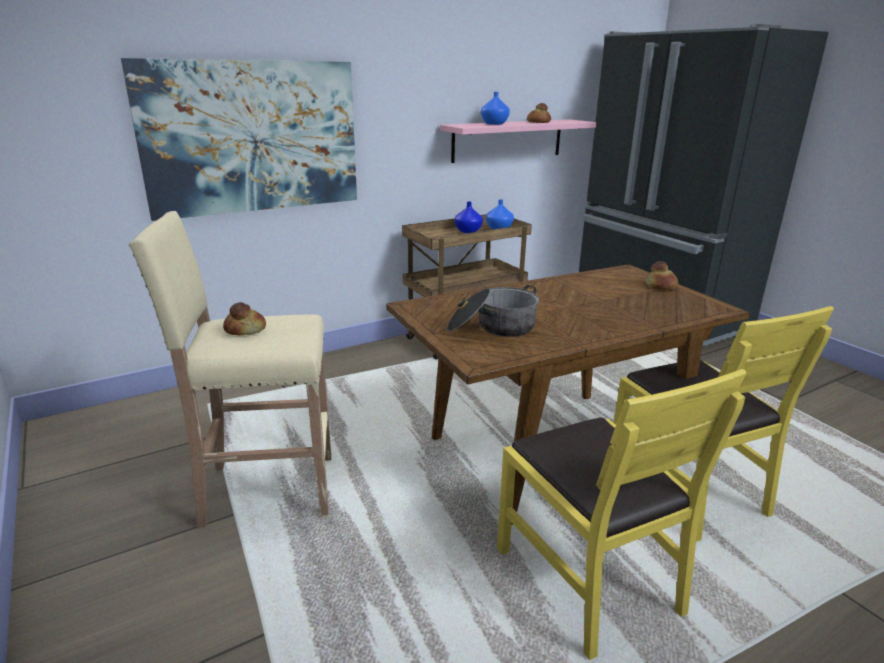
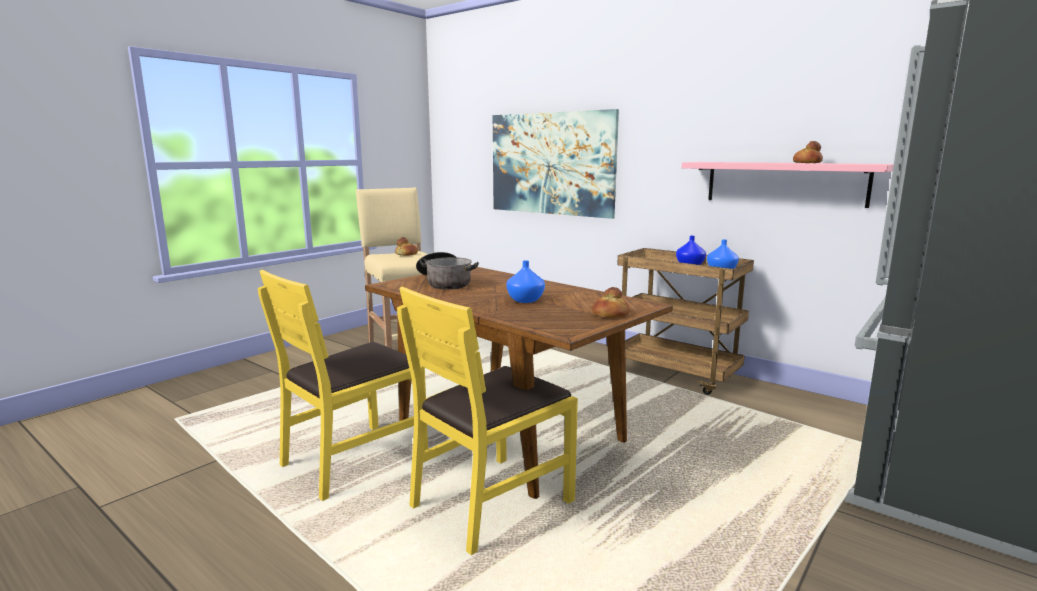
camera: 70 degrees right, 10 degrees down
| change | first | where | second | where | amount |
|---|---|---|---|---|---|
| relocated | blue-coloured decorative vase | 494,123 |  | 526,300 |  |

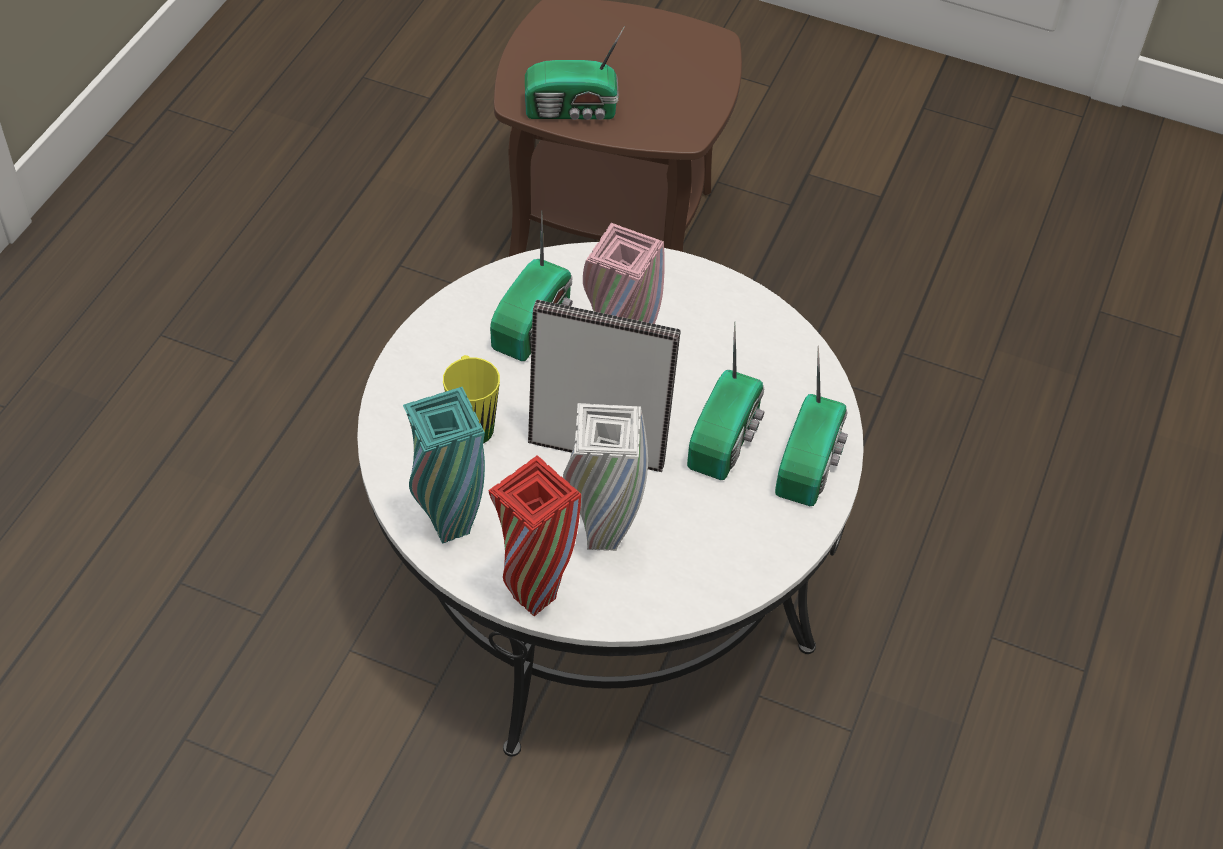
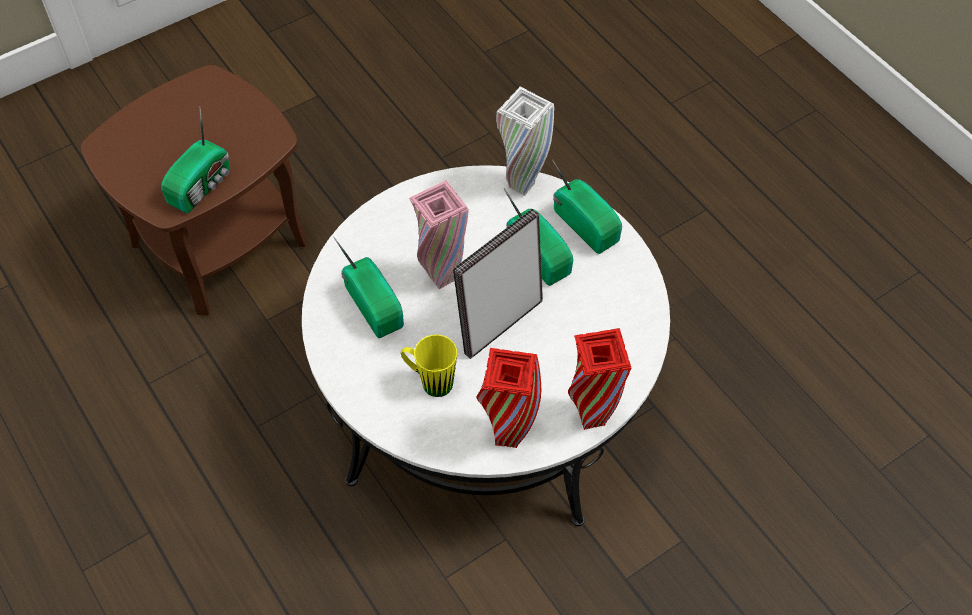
camera: 55 degrees left, 5 degrees up
| change | first | where | second | where | amount |
|---|---|---|---|---|---|
| relocated | white-coloured decorative vase | 601,538 |  | 521,185 |  |
| colour | turquoise decorative vase | 450,527 | reddish decorative vase | 507,436 |  |

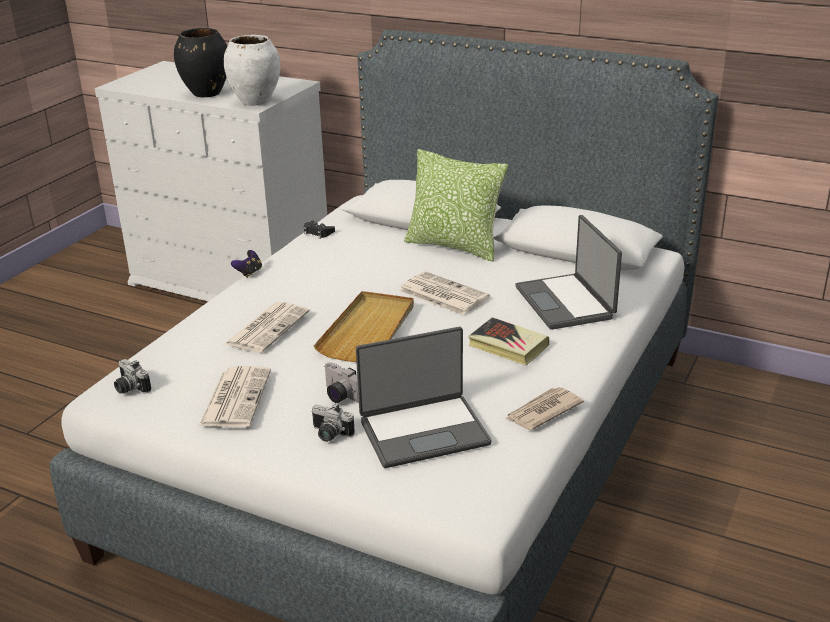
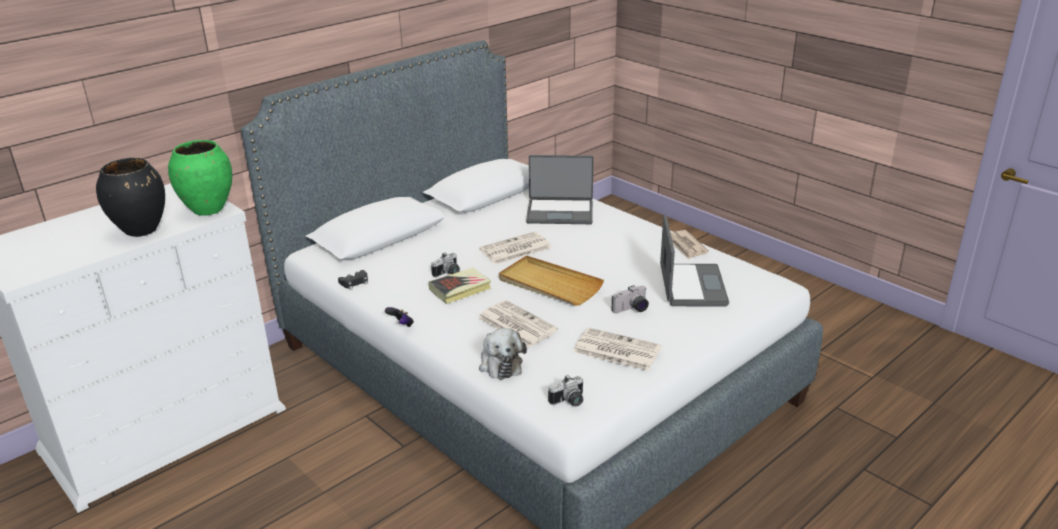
camera: 70 degrees left, 0 degrees up
| change | first | where | second | where | amount |
|---|---|---|---|---|---|
| missing | pillow | 454,246 |  |  |  |
| appeared |  |  | cuddly toy | 500,363 |  |
| relocated | still camera | 329,435 |  | 448,273 |  |
| relocated | book | 508,346 |  | 460,289 |  |
| colour | white-coloured decorative vase | 255,101 | greenish decorative vase | 207,209 |  |

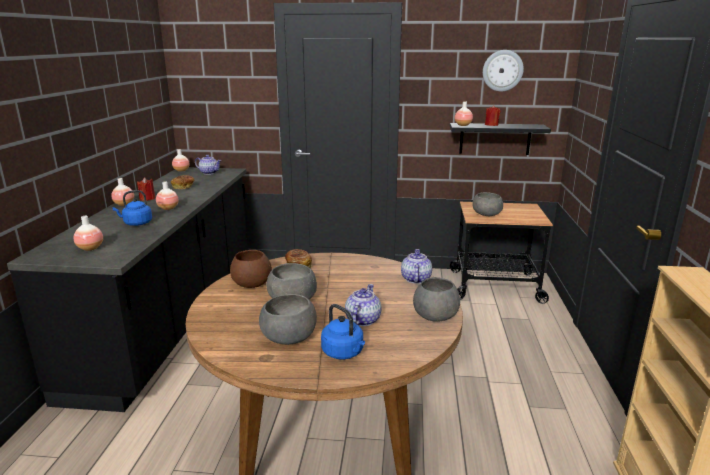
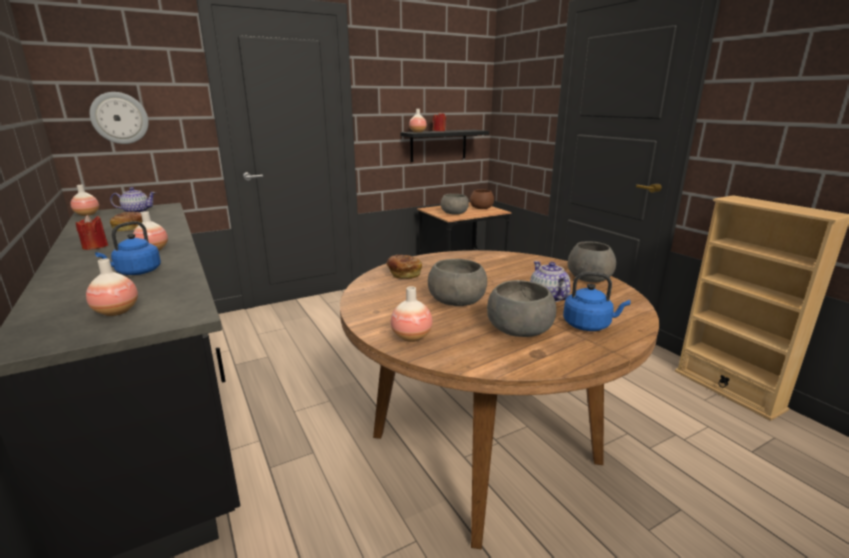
camera: 35 degrees left, 0 degrees up
| change | first | where | second | where | amount |
|---|---|---|---|---|---|
| missing | pot for tea | 415,279 |  |  |  |
| relocated | decorative vase | 124,204 |  | 411,337 |  |
| relocated | brownish deep dish | 252,283 |  | 482,208 |  |
| relocated | clock on the wall | 502,70 |  | 119,118 |  |

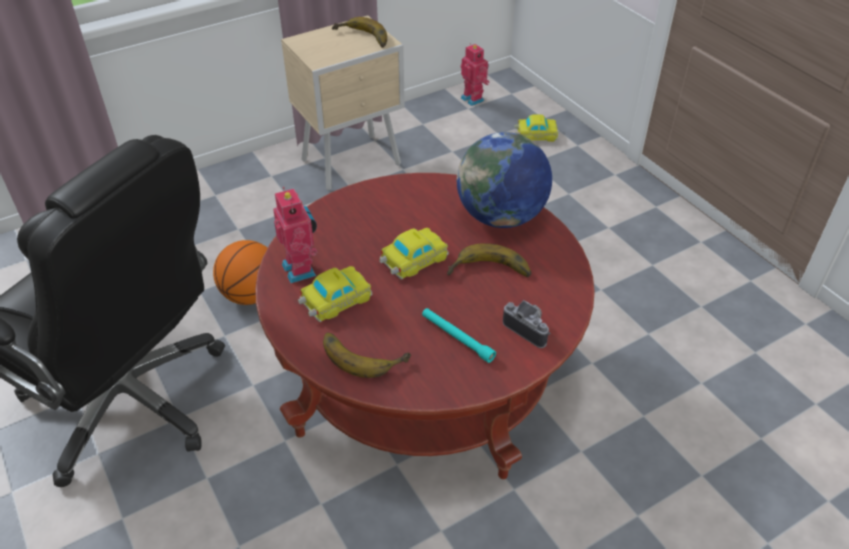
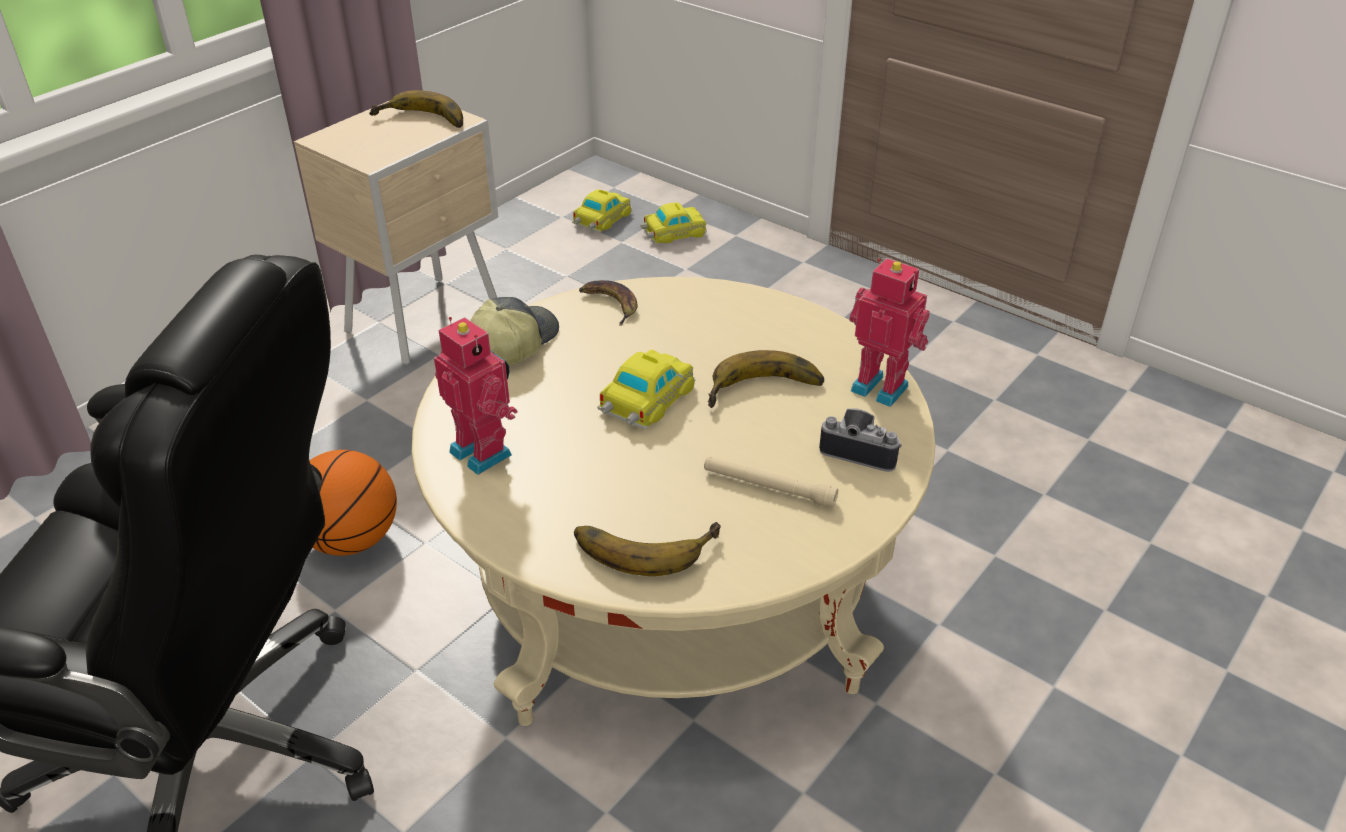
camera: 20 degrees left, 5 degrees down
| change | first | where | second | where | amount |
|---|---|---|---|---|---|
| missing | globe | 501,217 |  |  |  |
| appeared |  |  | peaked cap | 512,343 |  |
| appeared |  |  | banana | 610,304 |  |
| relocated | model car | 335,300 |  | 601,219 |  |
| relocated | robot figure | 473,99 |  | 881,386 |  |
| colour | reddish coffee table | 424,374 | sand-coloured coffee table | 672,582 |  |
| colour | turquoise flashlight | 457,338 | sand-coloured flashlight | 768,488 |  |

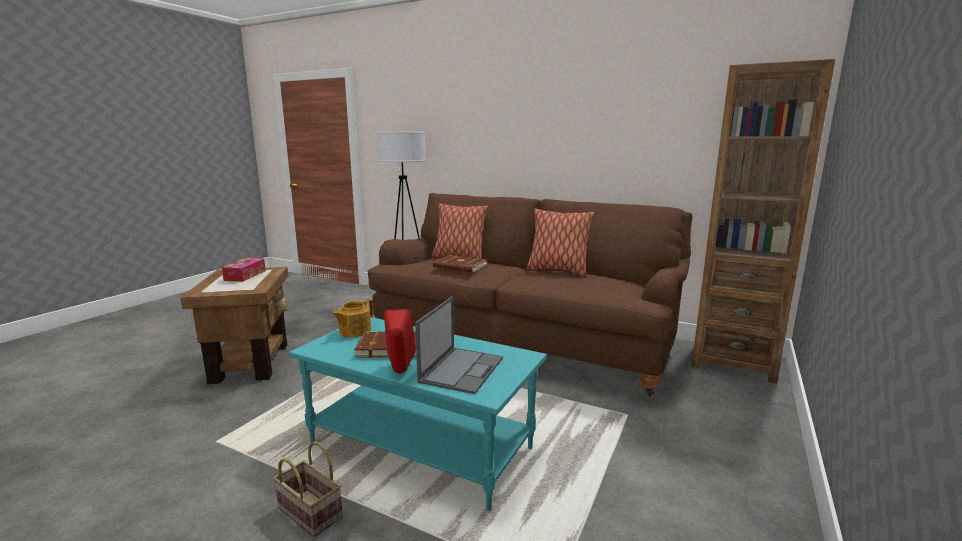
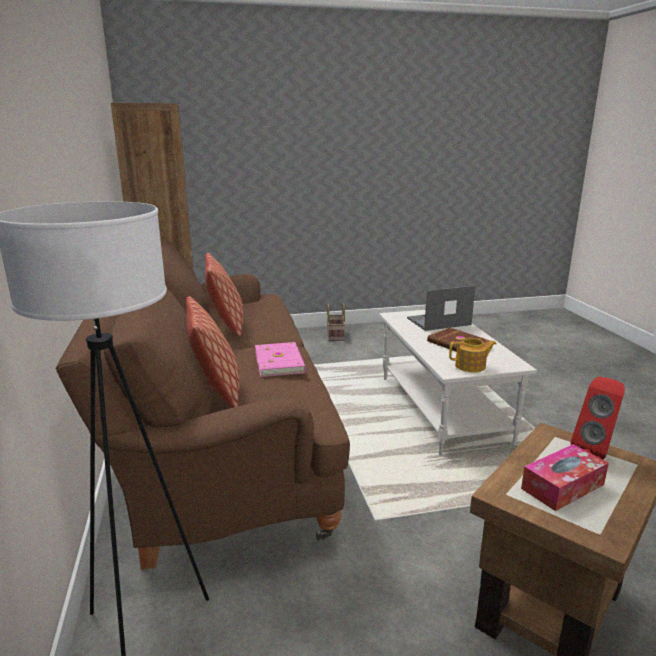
camera: 130 degrees left, 5 degrees up
| change | first | where | second | where | amount |
|---|---|---|---|---|---|
| relocated | household basket | 308,513 |  | 336,335 |  |
| relocated | reddish speaker | 400,372 |  | 595,452 |  |
| colour | turquoise coffee table | 422,445 | white-coloured coffee table | 440,409 |  |
| colour | brownish book | 460,266 | pink book | 280,362 |  |

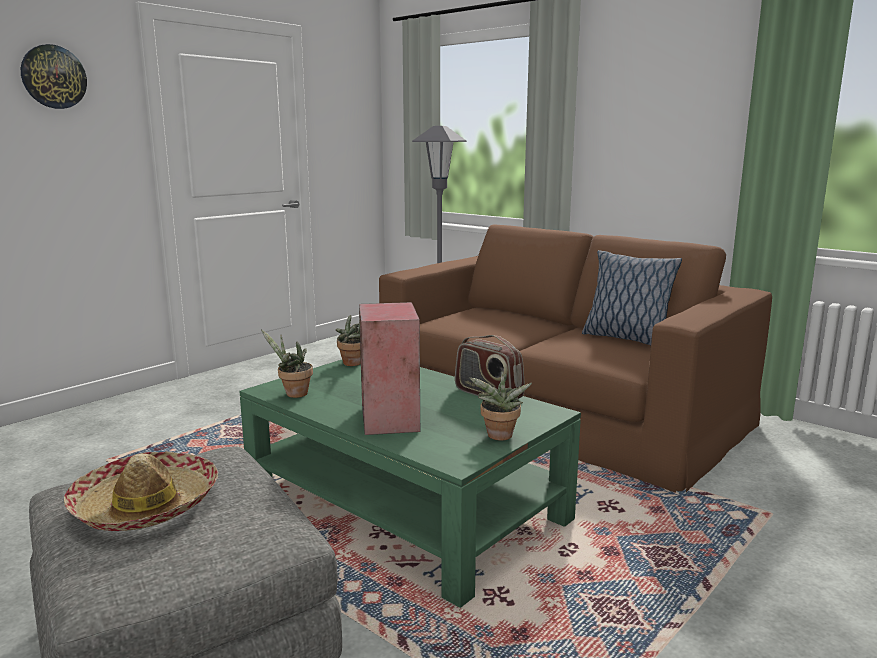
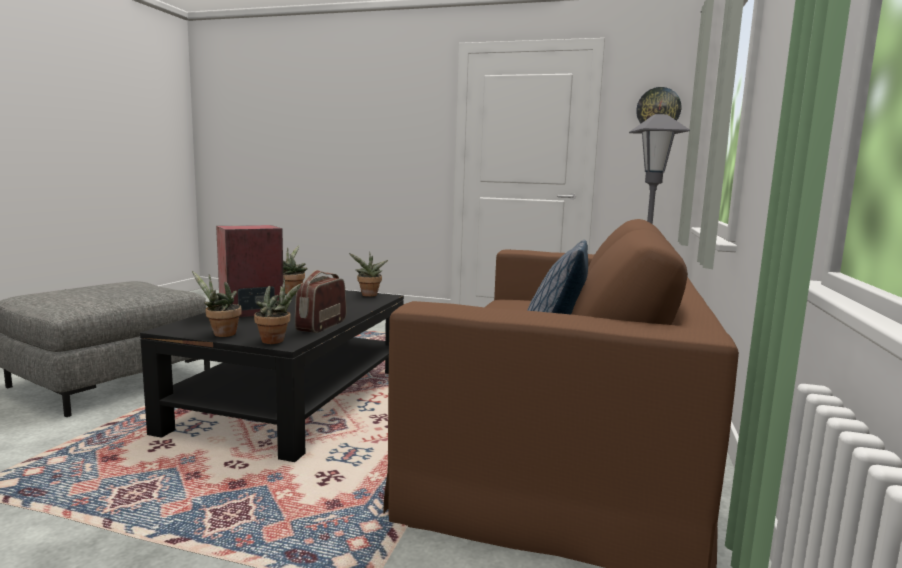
camera: 65 degrees right, 5 degrees down
| change | first | where | second | where | amount |
|---|---|---|---|---|---|
| missing | wearable hat | 146,505 |  |  |  |
| appeared |  |  | houseplant | 276,341 |  |
| relocated | clock on the wall | 53,77 |  | 658,109 |  |
| colour | greenish coffee table | 405,506 | black coffee table | 294,399 |  |

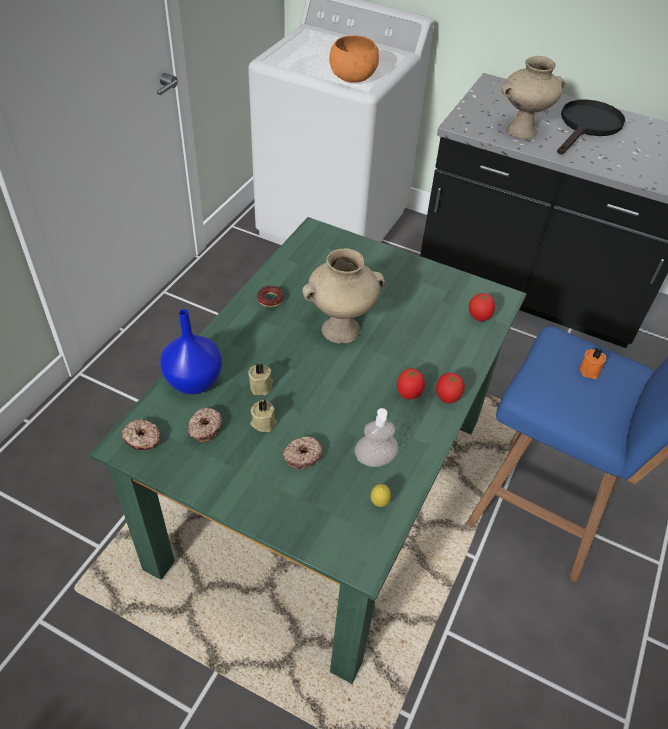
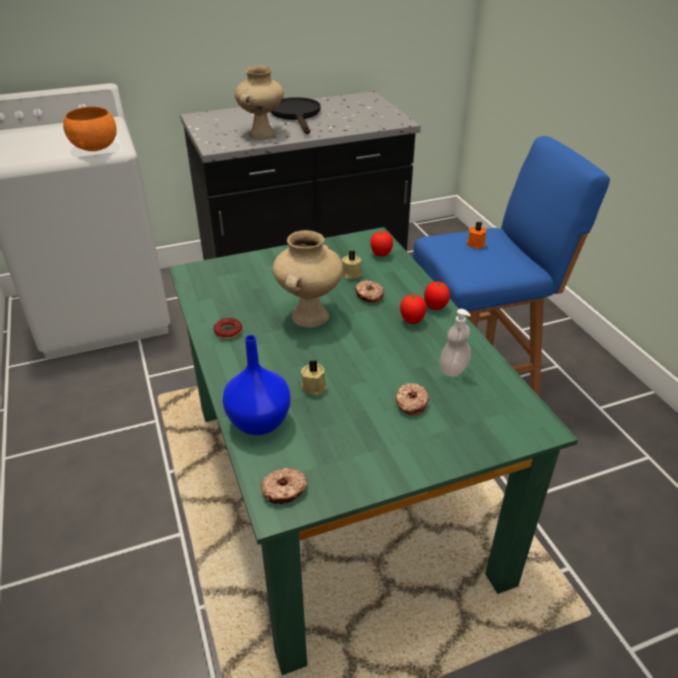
camera: 45 degrees left, 10 degrees down
| change | first | where | second | where | amount |
|---|---|---|---|---|---|
| missing | whole lemon | 379,503 |  |  |  |
| relocated | ring doughnut | 205,428 |  | 369,296 |  |
| relocated | sand-coloured wax candle | 263,422 |  | 350,274 |  |

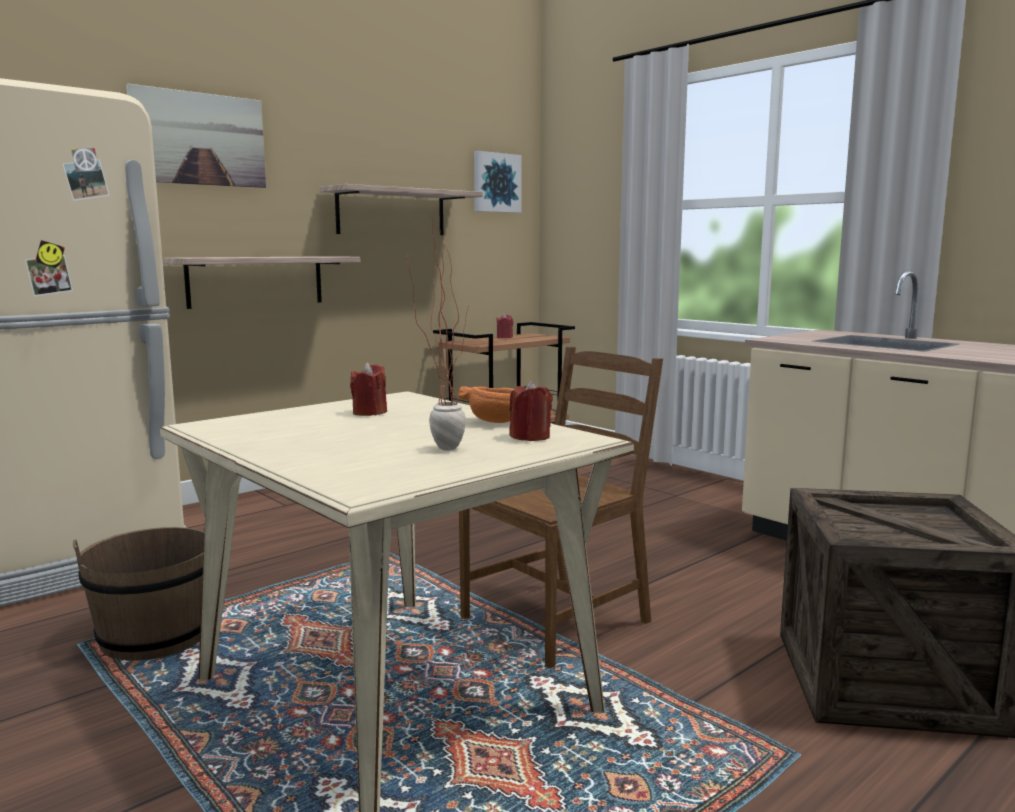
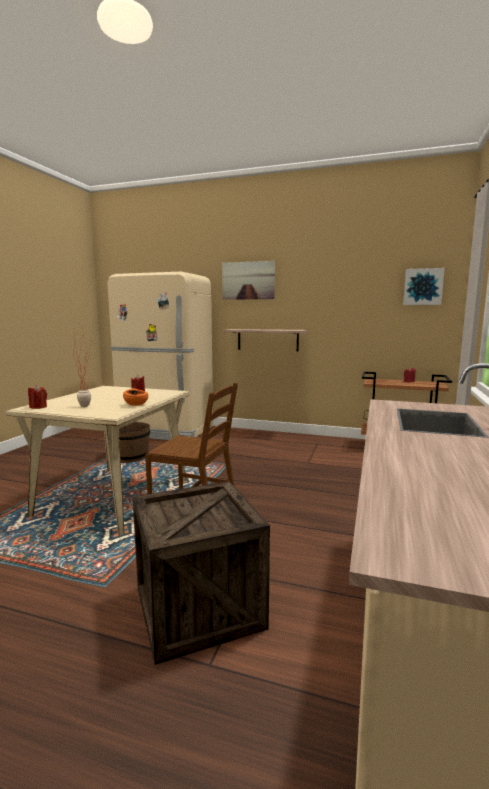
camera: 60 degrees right, 0 degrees up
| change | first | where | second | where | amount |
|---|---|---|---|---|---|
| missing | bracket shelf | 391,212 |  |  |  |
| relocated | reddish wax candle | 530,437 |  | 38,407 |  |

